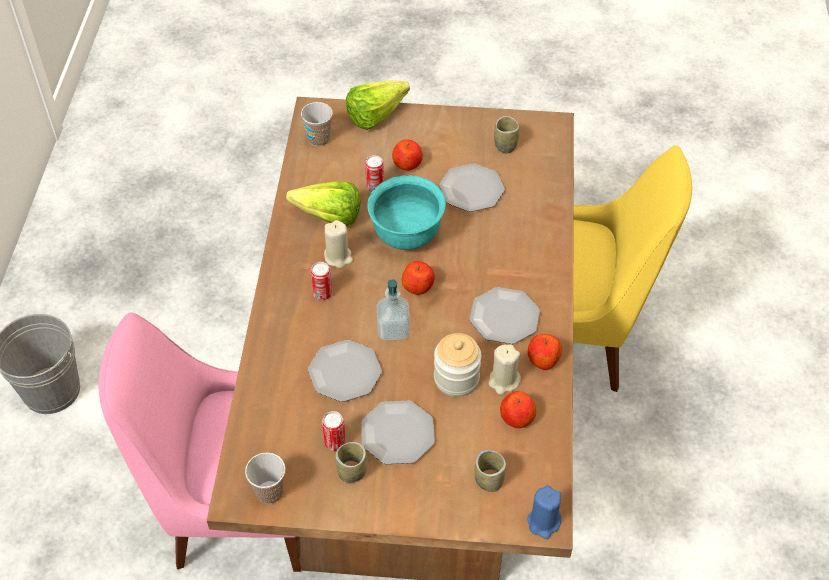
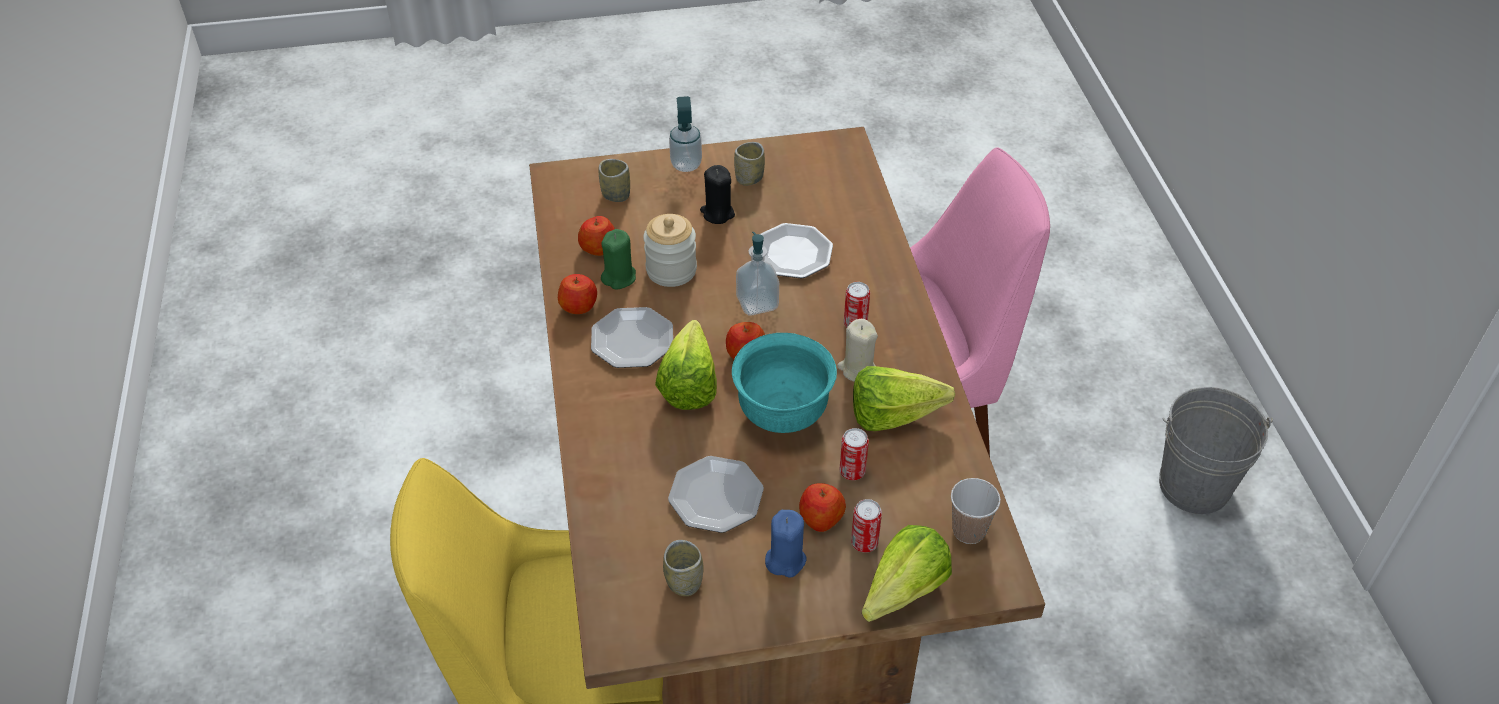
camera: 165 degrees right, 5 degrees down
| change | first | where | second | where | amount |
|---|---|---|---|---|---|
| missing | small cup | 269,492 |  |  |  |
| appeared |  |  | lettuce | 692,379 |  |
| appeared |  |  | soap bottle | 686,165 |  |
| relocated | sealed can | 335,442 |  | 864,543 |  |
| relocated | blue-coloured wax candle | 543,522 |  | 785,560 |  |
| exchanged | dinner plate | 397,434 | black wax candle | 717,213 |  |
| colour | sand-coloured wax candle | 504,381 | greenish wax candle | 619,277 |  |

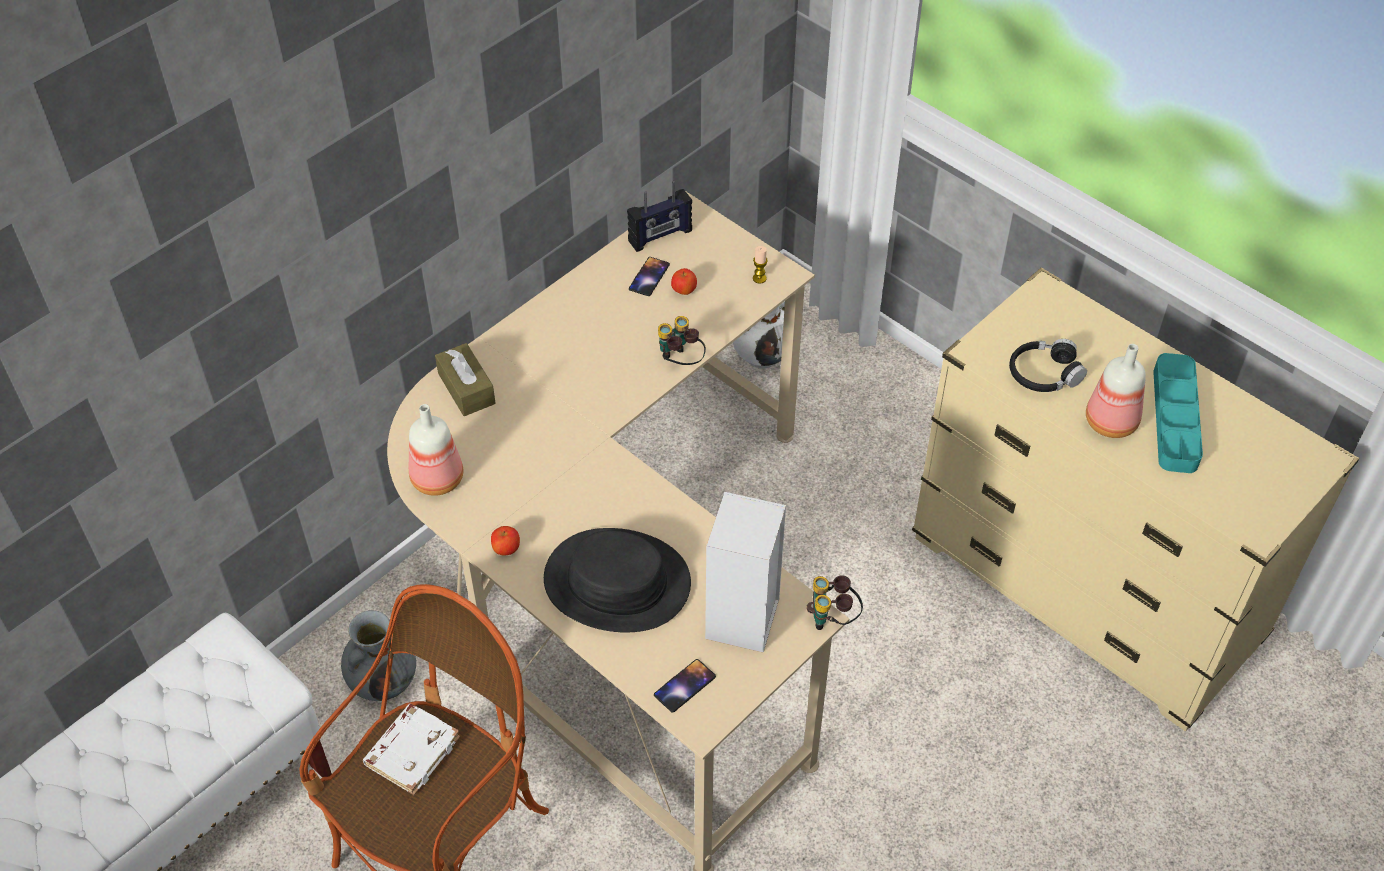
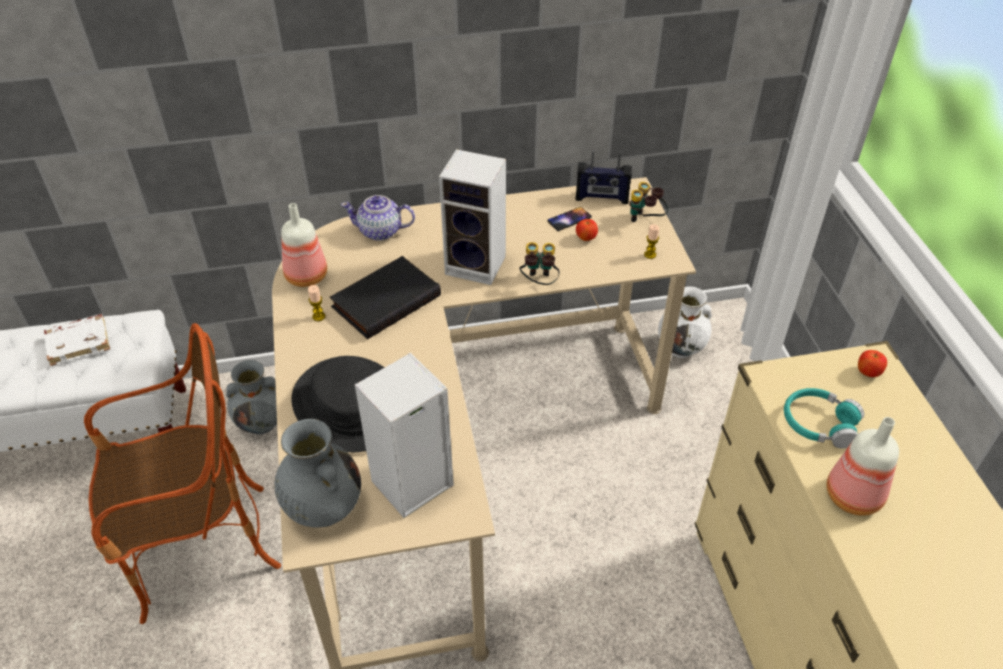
camera: 35 degrees right, 5 degrees down
| change | first | where | second | where | amount |
|---|---|---|---|---|---|
| missing | turquoise carrying tray | 1175,417 |  |  |  |
| appeared |  |  | wax candle | 319,316 |  |
| appeared |  |  | black book | 385,300 |  |
| appeared |  |  | speaker | 478,265 |  |
| relocated | white-coloured book | 412,750 |  | 79,342 |  |
| relocated | whole apple | 506,549 |  | 867,372 |  |
| relocated | binoculars | 833,618 |  | 645,220 |  |
| exchanged | brownish tissue holder | 466,388 | pot for tea | 380,231 |  |
| exchanged | handset | 684,686 | gray decorative vase | 323,507 |  |
| colour | black pair of headphones | 1044,374 | turquoise pair of headphones | 819,424 |  |

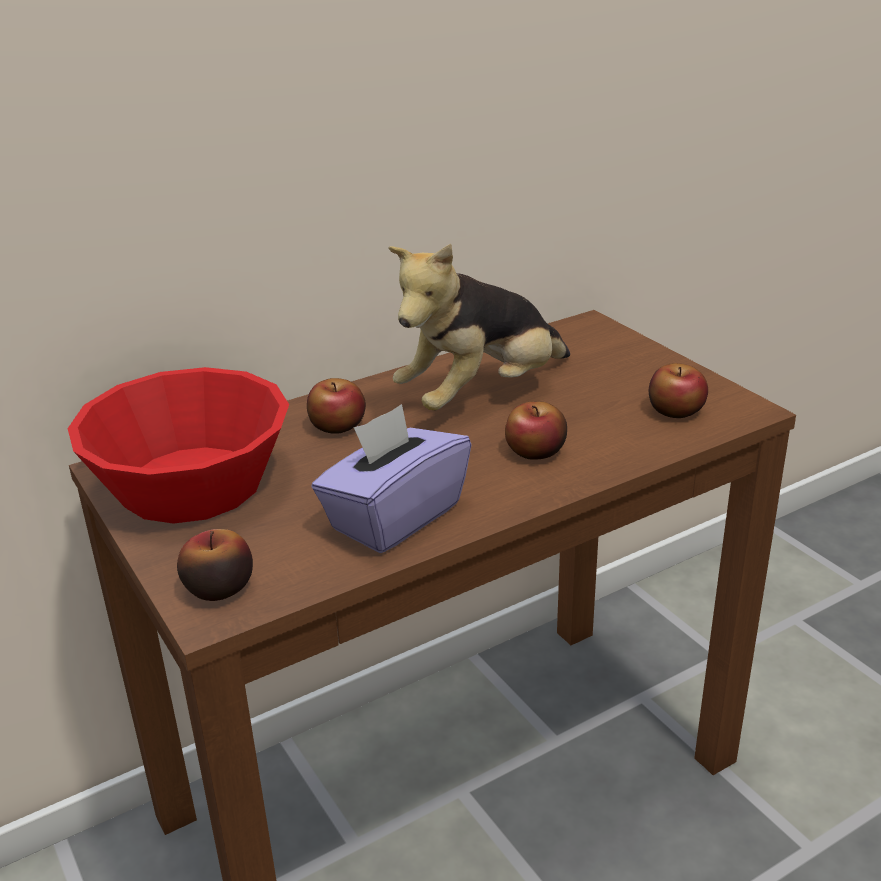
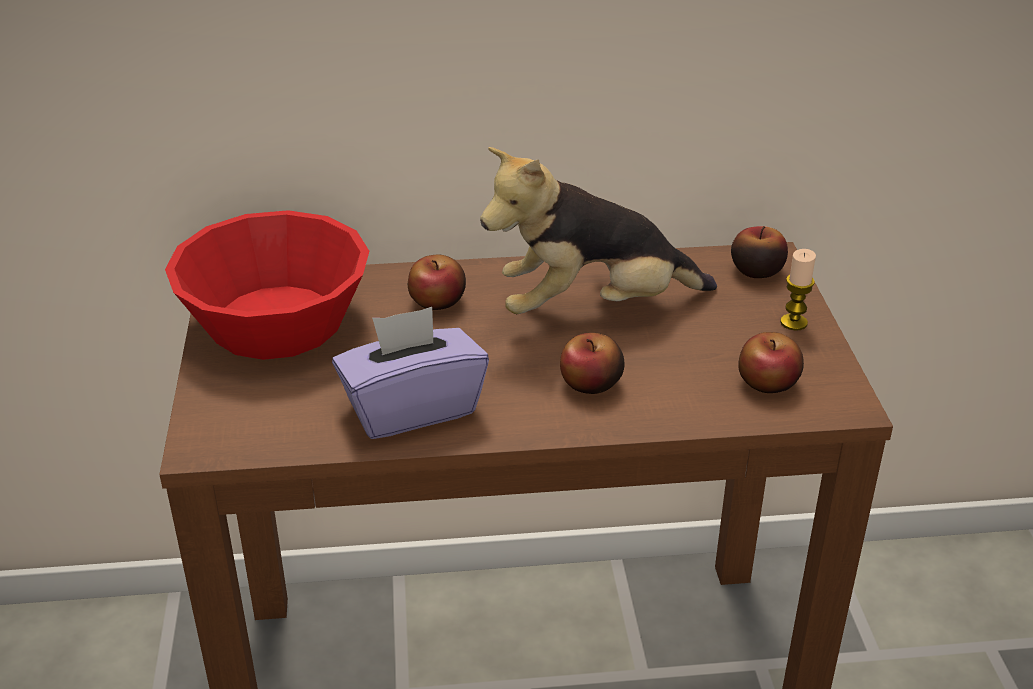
camera: 25 degrees right, 5 degrees up
| change | first | where | second | where | amount |
|---|---|---|---|---|---|
| appeared |  |  | wax candle | 793,322 |  |
| relocated | whole apple | 219,588 |  | 756,270 |  |

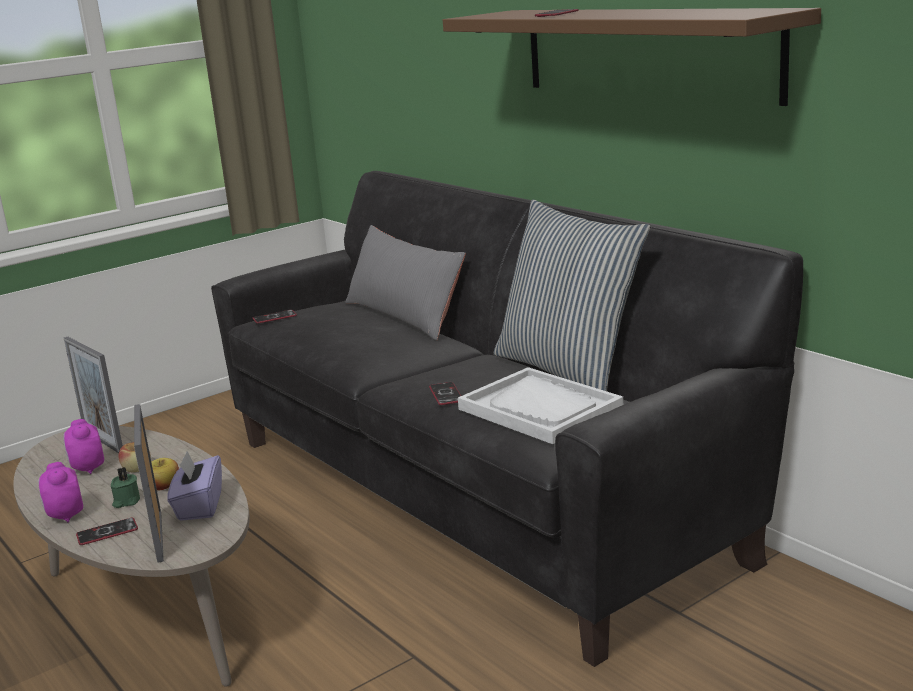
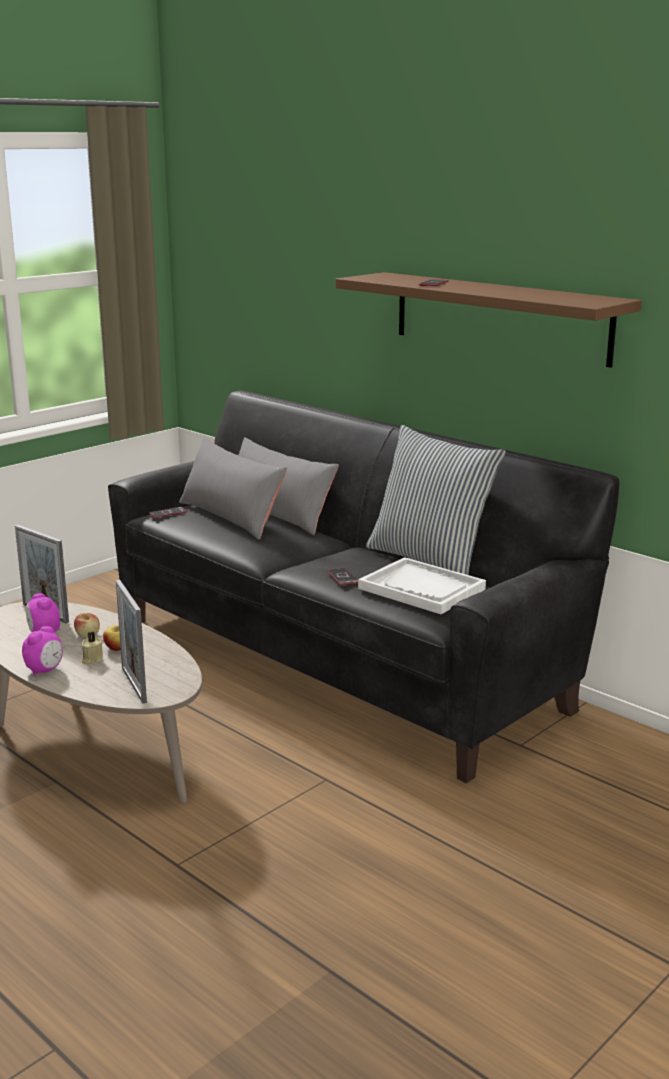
camera: 10 degrees left, 0 degrees up
| change | first | where | second | where | amount |
|---|---|---|---|---|---|
| missing | handset | 107,532 |  |  |  |
| missing | purple tissue holder | 199,506 |  |  |  |
| appeared |  |  | gray pillow | 231,517 |  |
| colour | greenish wax candle | 126,501 | sand-coloured wax candle | 92,659 |  |
| spun | alarm clock | 65,516 |  | 45,670 | 120 degrees counterclockwise |

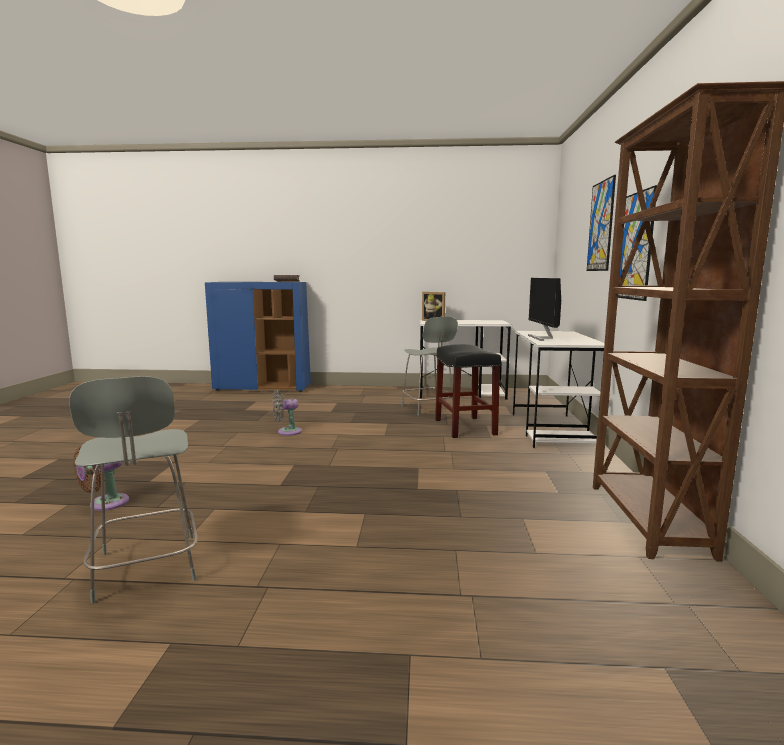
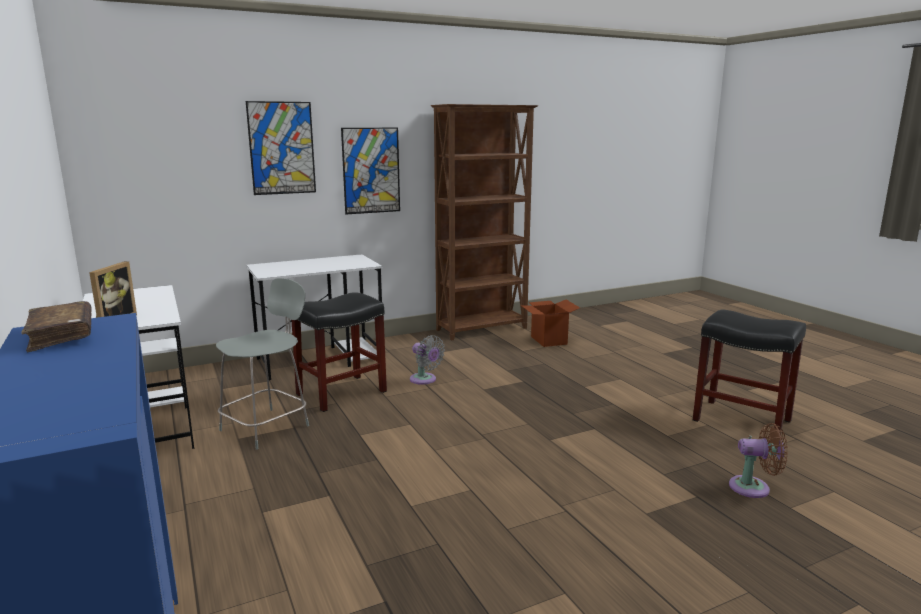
camera: 120 degrees left, 5 degrees up
| change | first | where | second | where | amount |
|---|---|---|---|---|---|
| missing | computer screen | 542,337 |  |  |  |
| appeared |  |  | packing box | 548,340 |  |
| relocated | gray fan | 286,432 |  | 425,380 |  |
| exchanged | gray chair | 147,569 | black sitting stool | 743,420 |  |

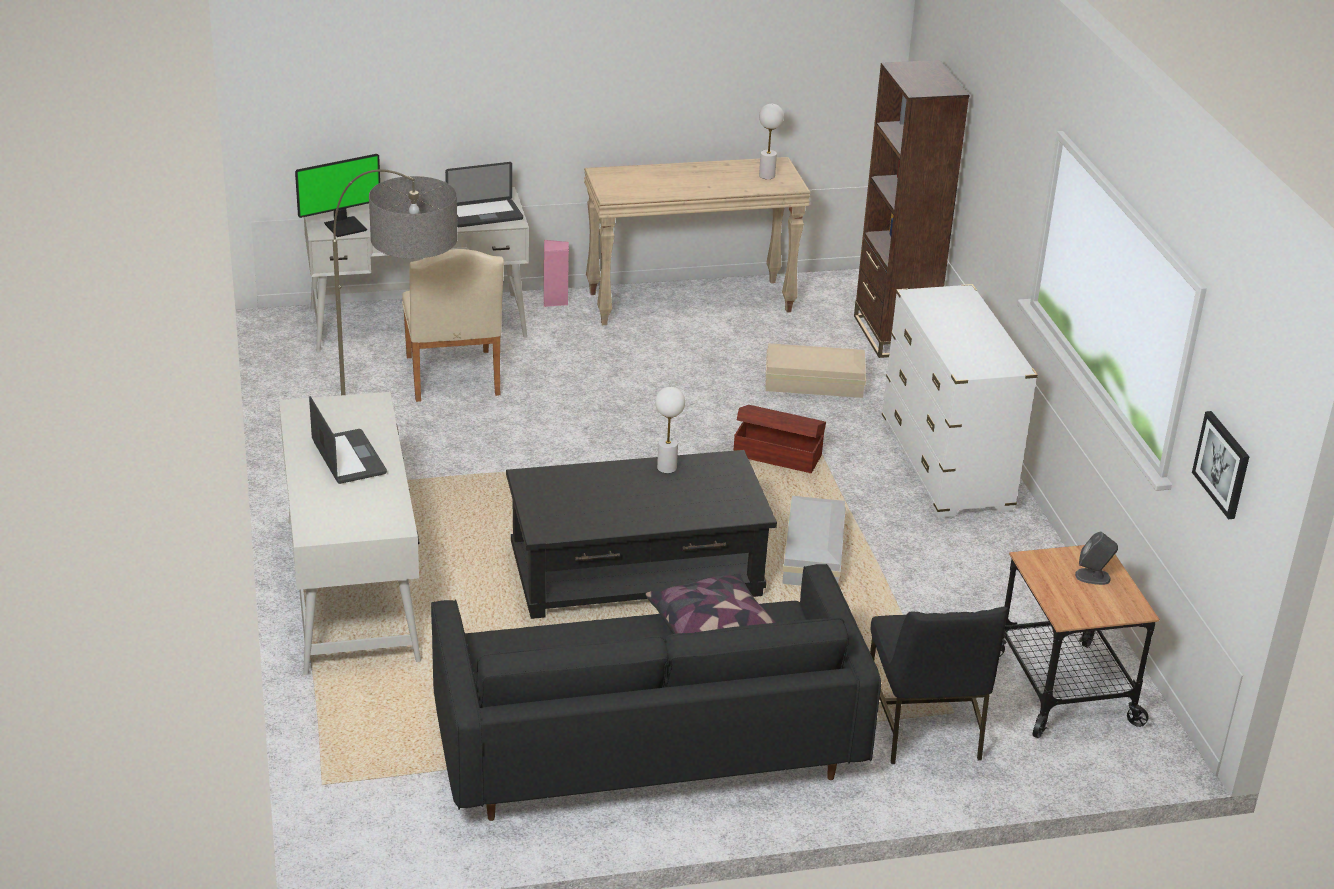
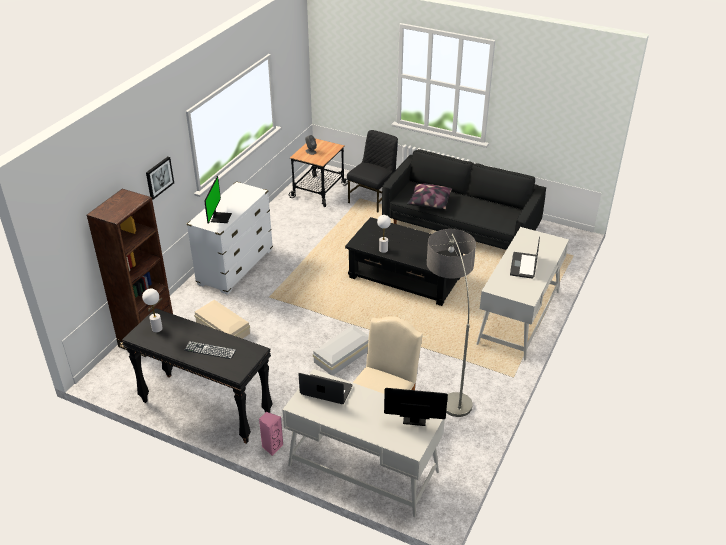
camera: 140 degrees left, 5 degrees up
| change | first | where | second | where | amount |
|---|---|---|---|---|---|
| missing | brownish storage bin | 777,455 |  |  |  |
| appeared |  |  | PC keyboard | 210,350 |  |
| appeared |  |  | computer screen | 220,217 |  |
| relocated | white-coloured storage bin | 814,554 |  | 341,355 |  |
| relocated | wall art | 1223,464 |  | 159,177 |  |
| colour | sand-coloured hall table | 690,302 | black hall table | 205,408 |  |

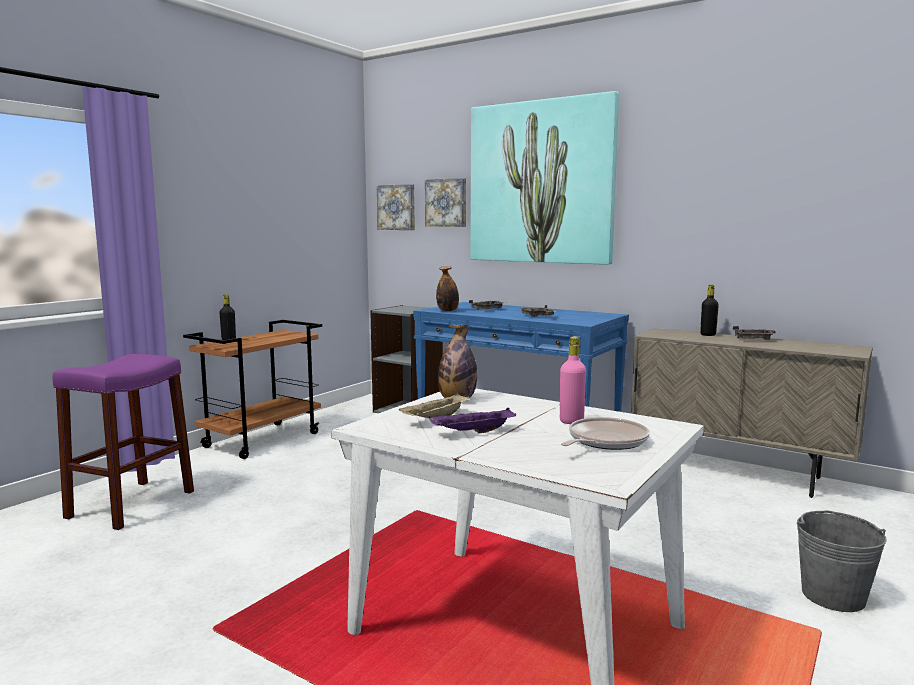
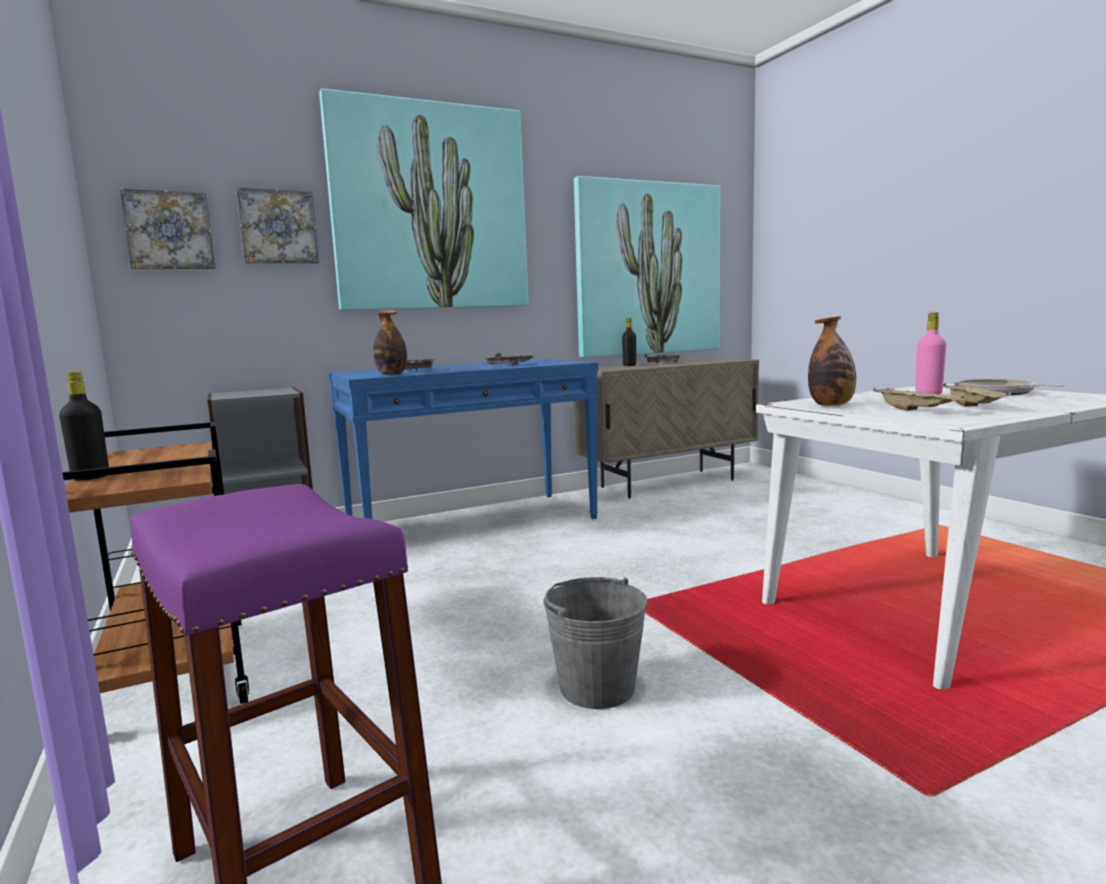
camera: 60 degrees left, 0 degrees up
| change | first | where | second | where | amount |
|---|---|---|---|---|---|
| appeared |  |  | wall art | 647,269 |  |
| relocated | gray bucket | 833,596 |  | 597,688 |  |
| colour | purple carrying tray | 472,433 | sand-coloured carrying tray | 974,407 |  |

